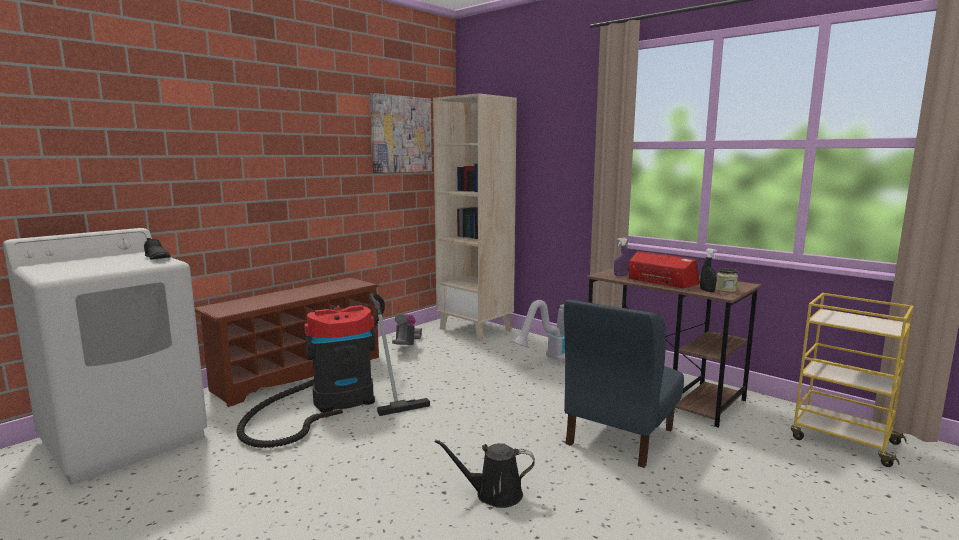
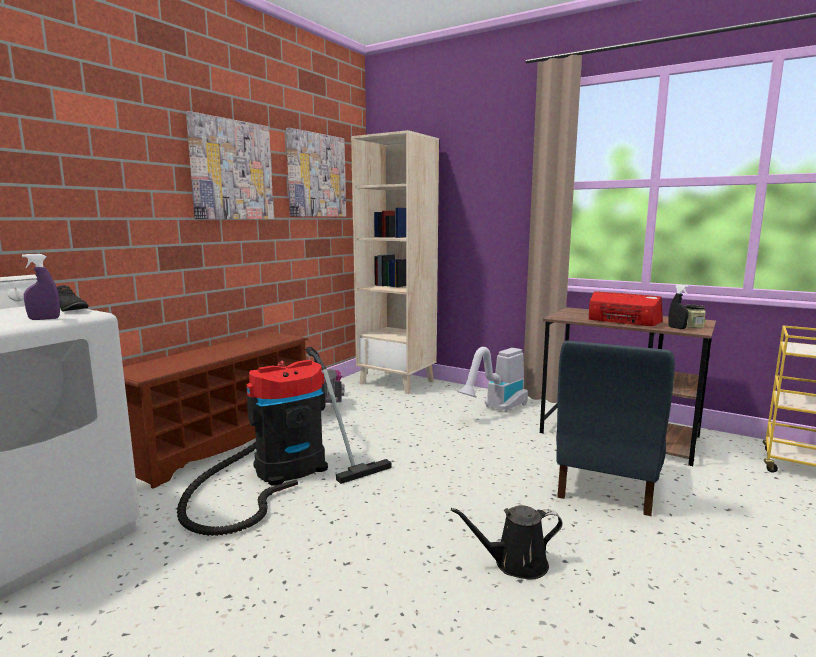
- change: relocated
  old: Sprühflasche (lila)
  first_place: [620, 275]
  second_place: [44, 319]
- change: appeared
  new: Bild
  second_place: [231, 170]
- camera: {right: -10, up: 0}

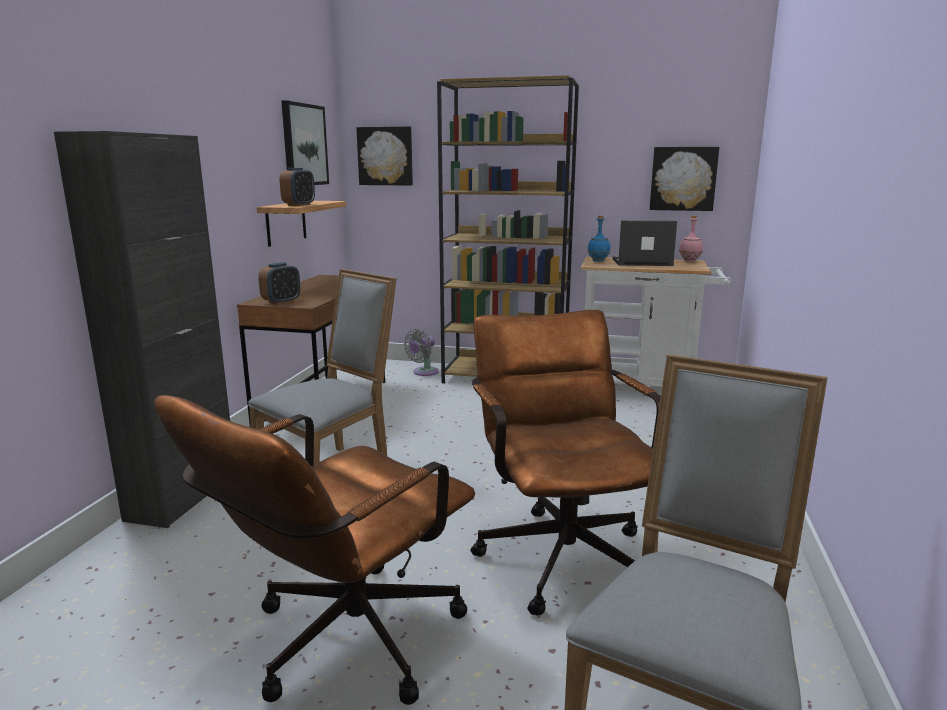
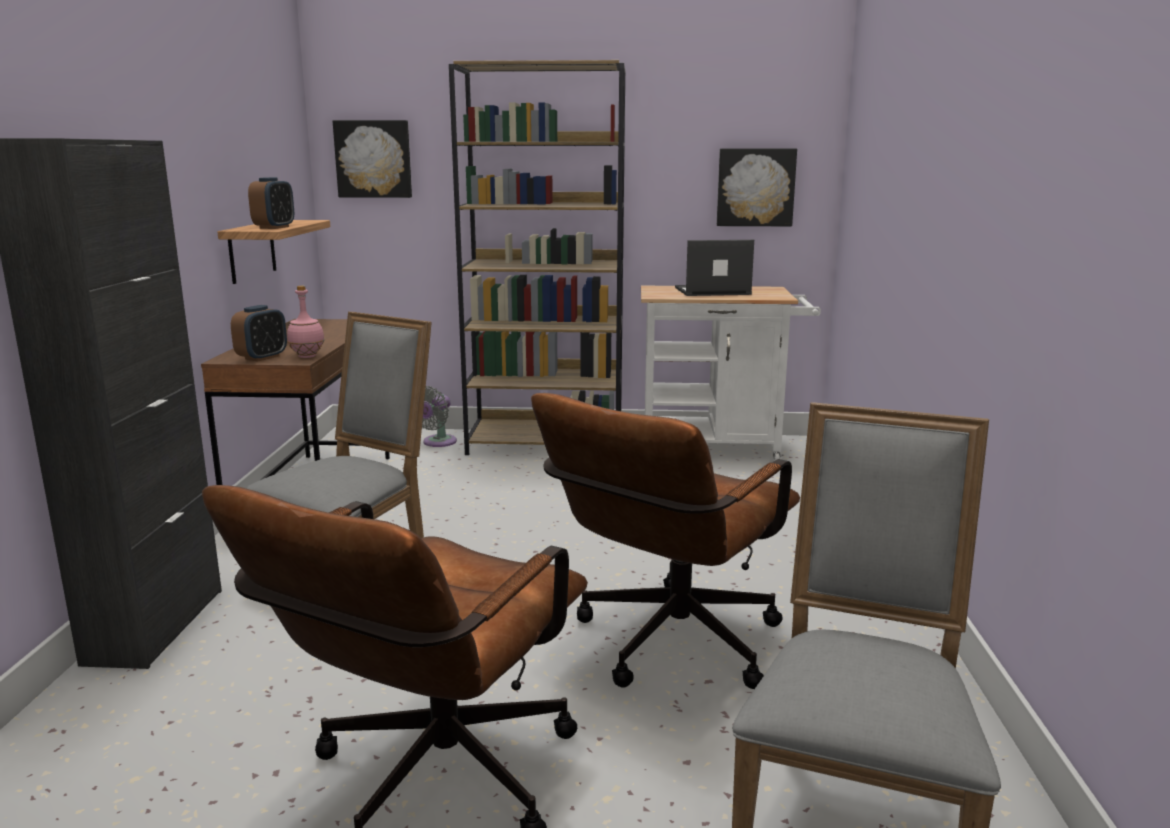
- change: missing
  old: Bild
  first_place: [304, 145]
- change: missing
  old: Flasche (blau)
  first_place: [598, 261]
- change: relocated
  old: Flasche (rosa)
  first_place: [690, 261]
  second_place: [308, 356]
- change: spun
  old: Bürostuhl (braun)
  first_place: [560, 550]
  second_place: [667, 647]
  degrees: -120
- camera: {right: -10, up: 0}

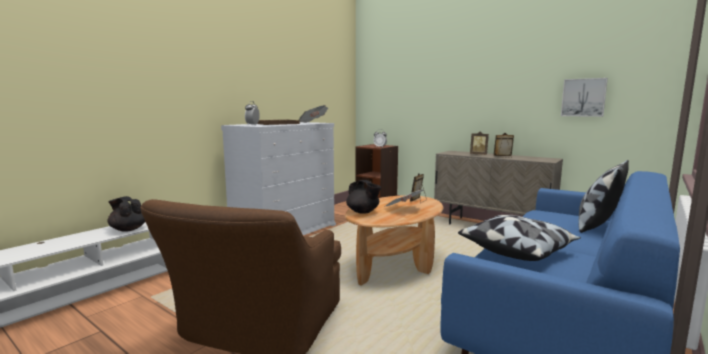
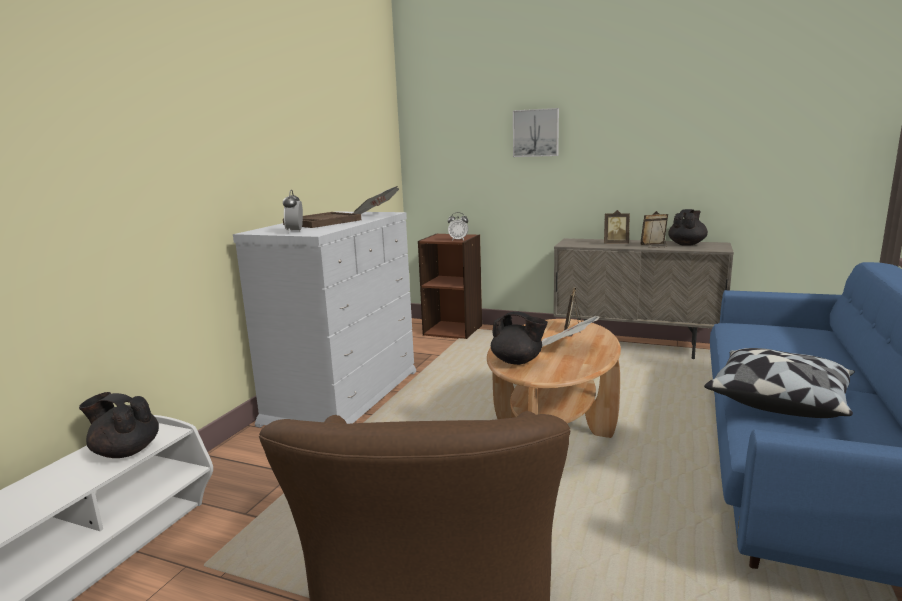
- change: relocated
  old: Bild
  first_place: [583, 97]
  second_place: [536, 133]
- change: missing
  old: Kissen
  first_place: [597, 226]
- change: appeared
  new: Teekanne (schwarz)
  second_place: [687, 244]
- camera: {right: -15, up: 5}

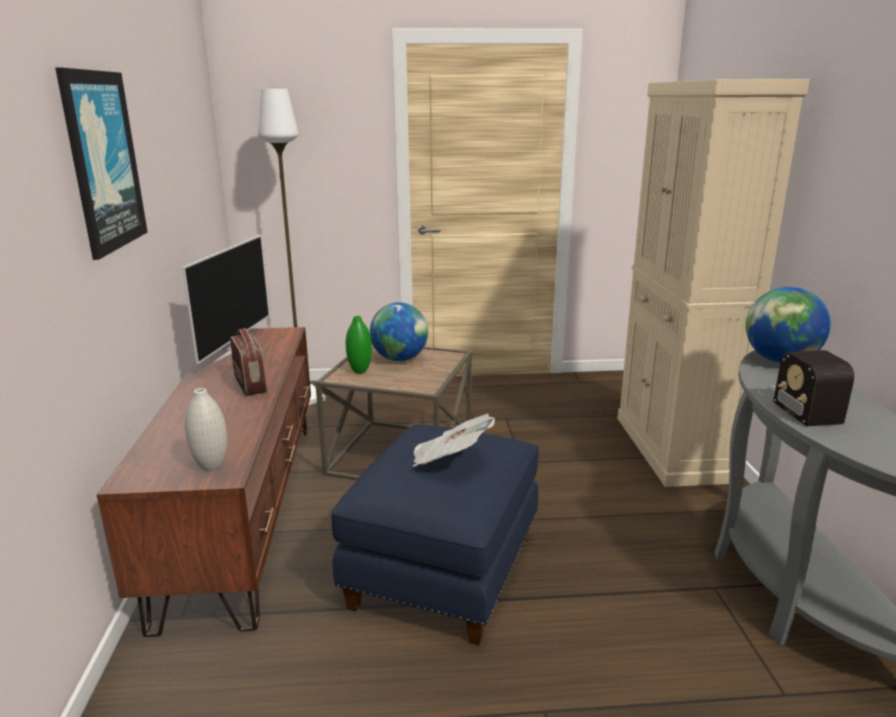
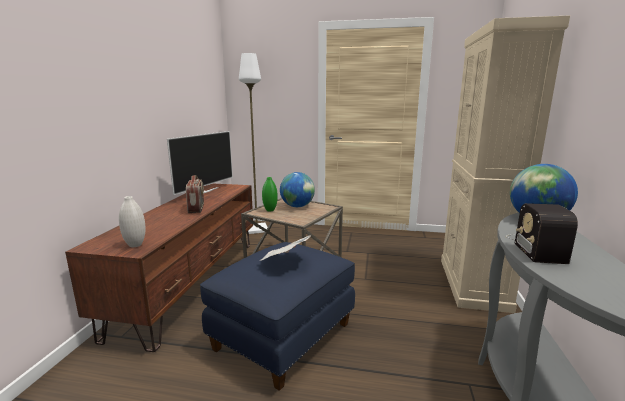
- change: missing
  old: Bild
  first_place: [102, 161]
- camera: {right: 15, up: -5}

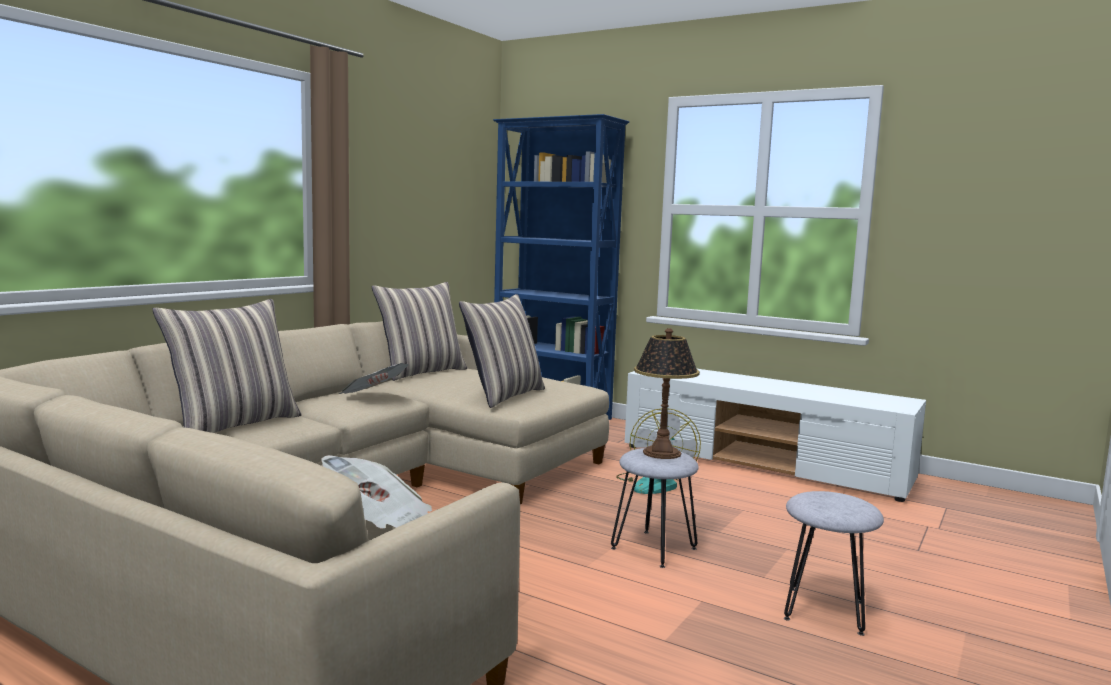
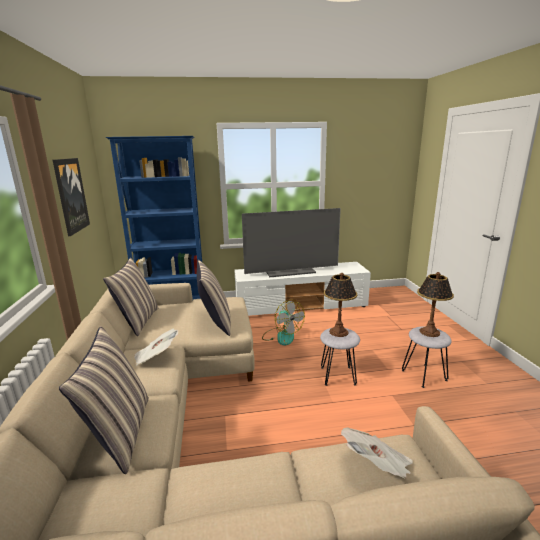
- change: appeared
  new: Bild
  second_place: [70, 195]
- change: appeared
  new: Fernseher
  second_place: [290, 271]
- change: appeared
  new: Tischlampe
  second_place: [429, 332]
- camera: {right: -40, up: 10}

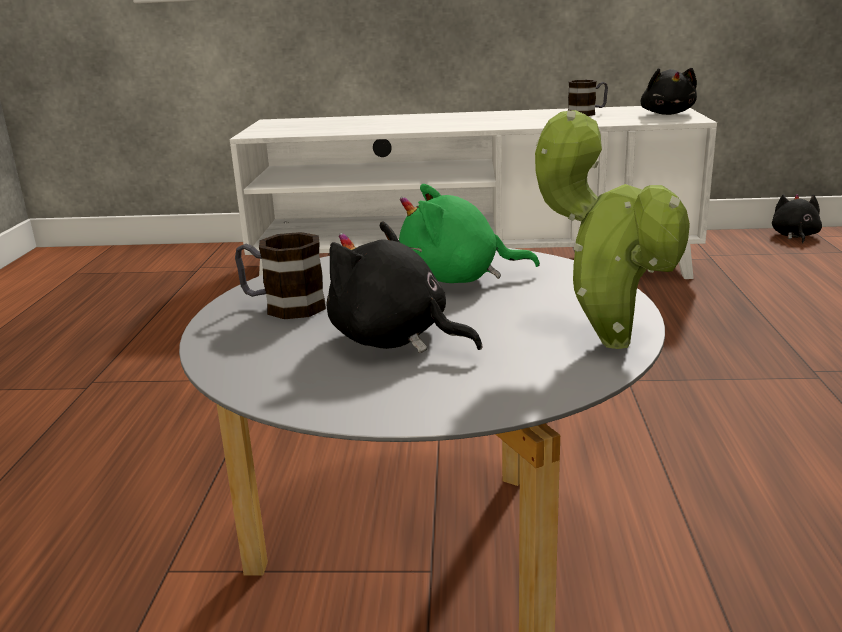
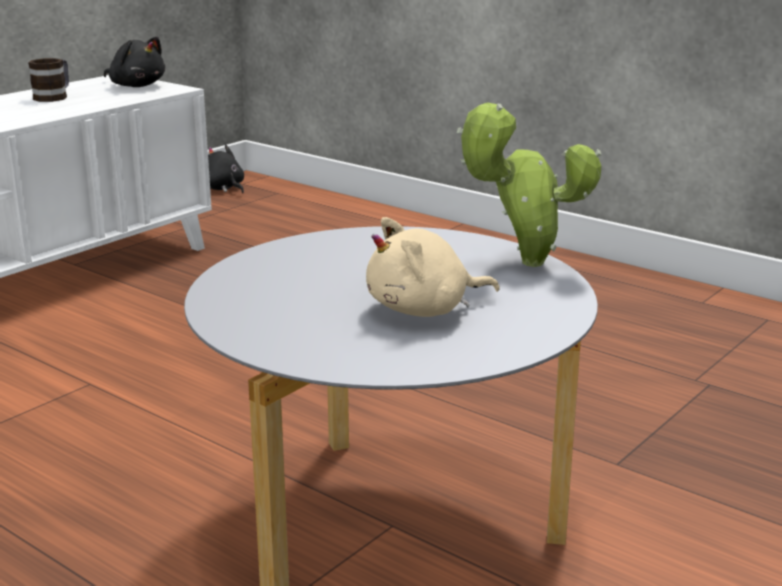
- change: missing
  old: Plüschtier (grün)
  first_place: [457, 278]
- change: colour
  old: Plüschtier (schwarz)
  new: Plüschtier (beige)
  first_place: [395, 340]
  second_place: [424, 310]
- change: missing
  old: Henkelbecher
  first_place: [283, 306]
- camera: {right: -55, up: 0}

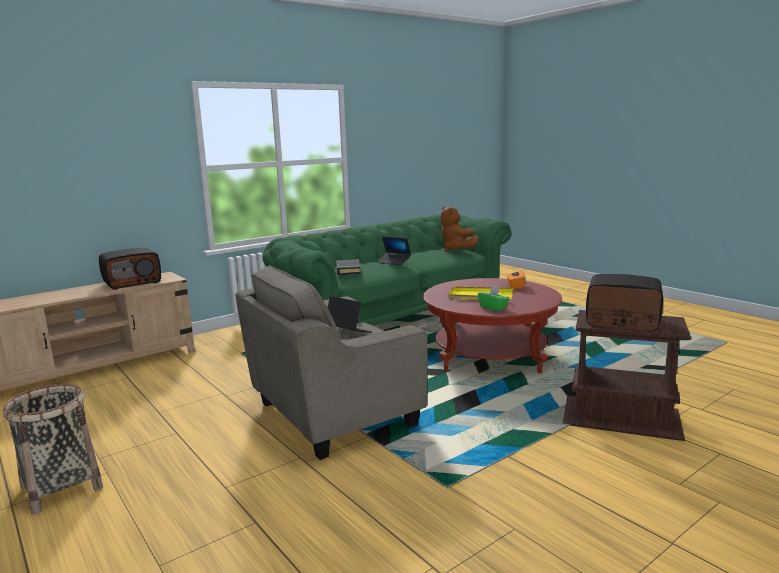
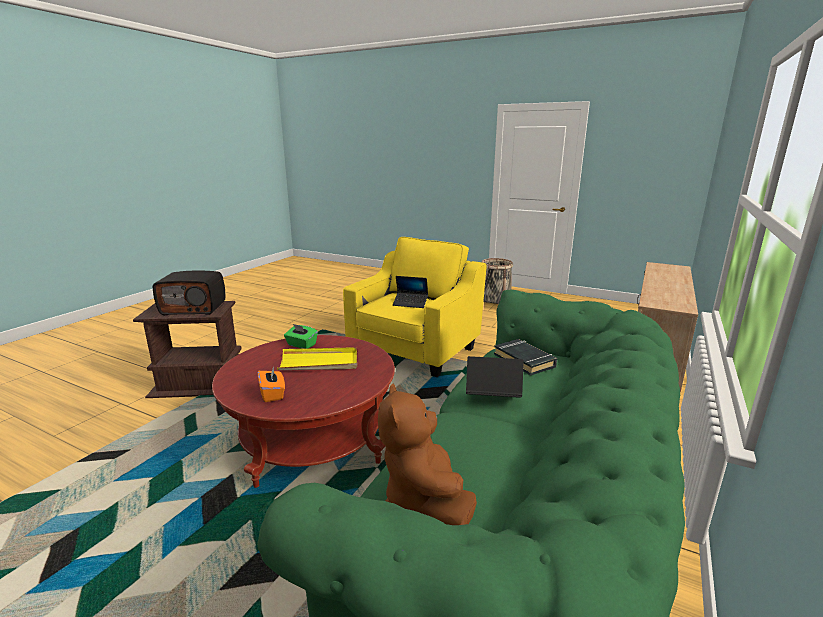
- change: spun
  old: Plüschtier (braun)
  first_place: [455, 250]
  second_place: [424, 501]
  degrees: -135
- change: missing
  old: Radio
  first_place: [132, 282]
- change: colour
  old: Sessel (grau)
  new: Sessel (gelb)
  first_place: [334, 414]
  second_place: [415, 350]
- camera: {right: 155, up: 5}

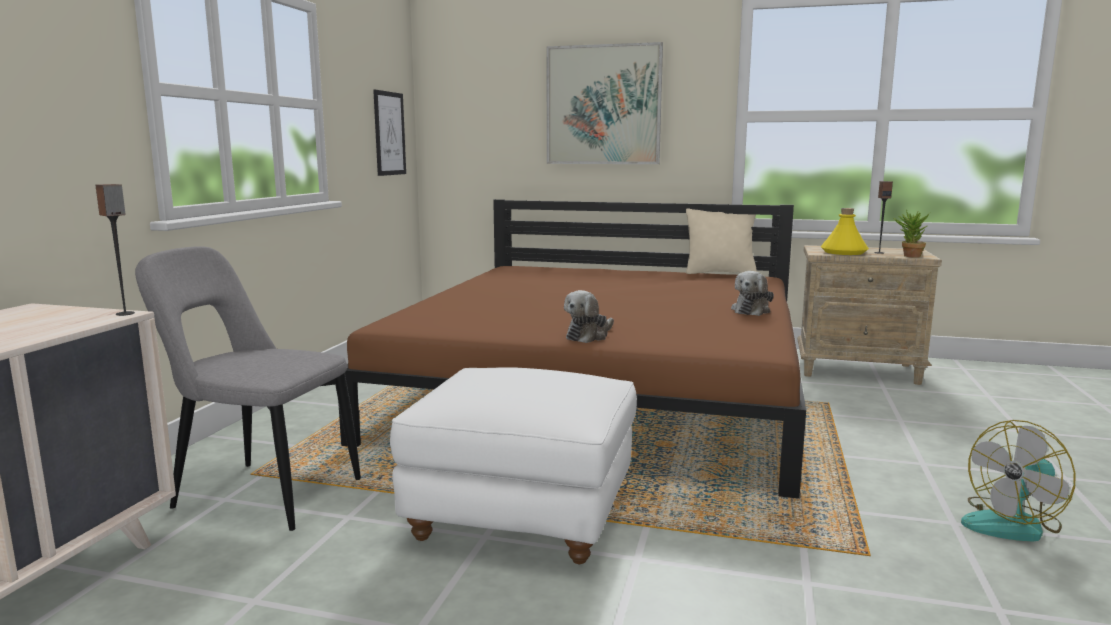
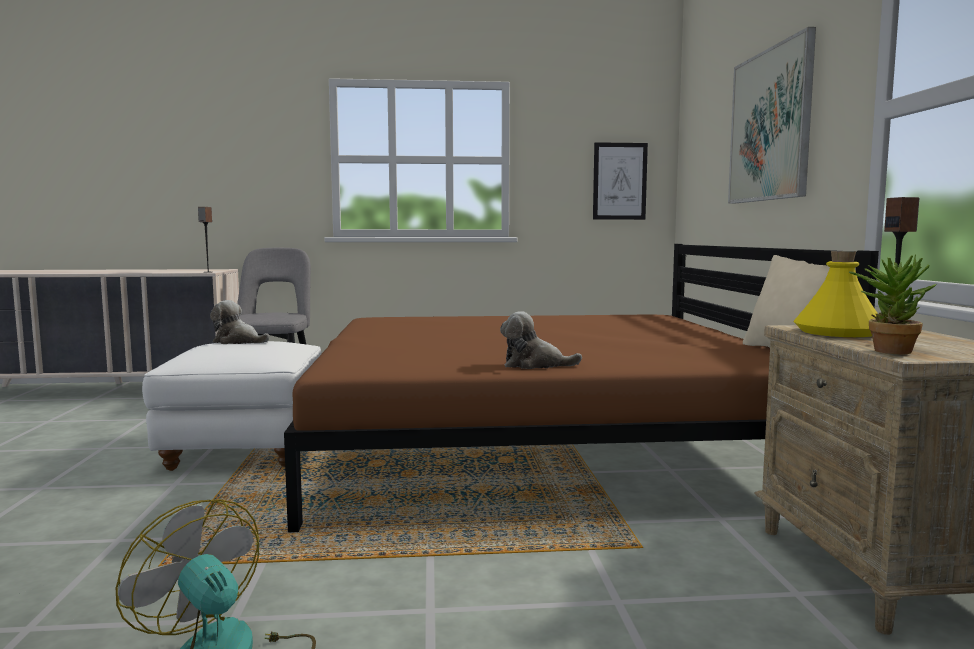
- change: relocated
  old: Plüschtier
  first_place: [589, 336]
  second_place: [238, 342]
- camera: {right: 70, up: -5}

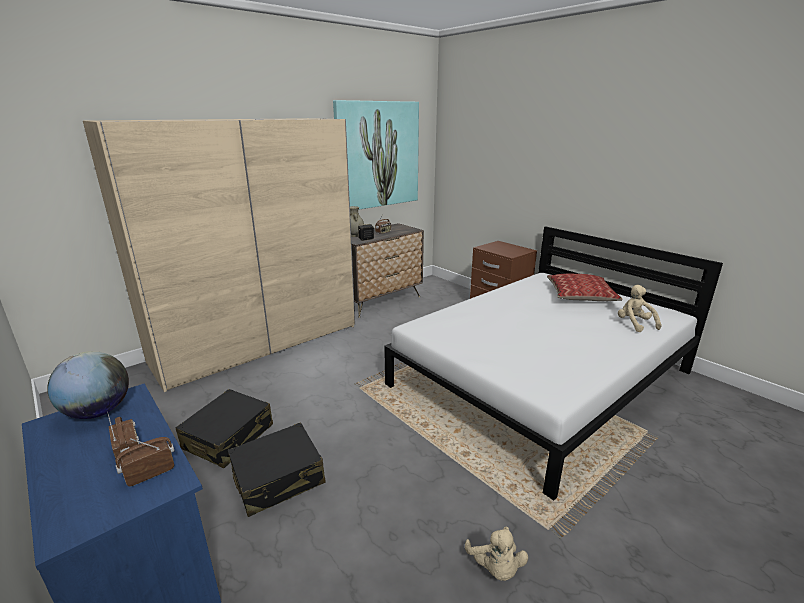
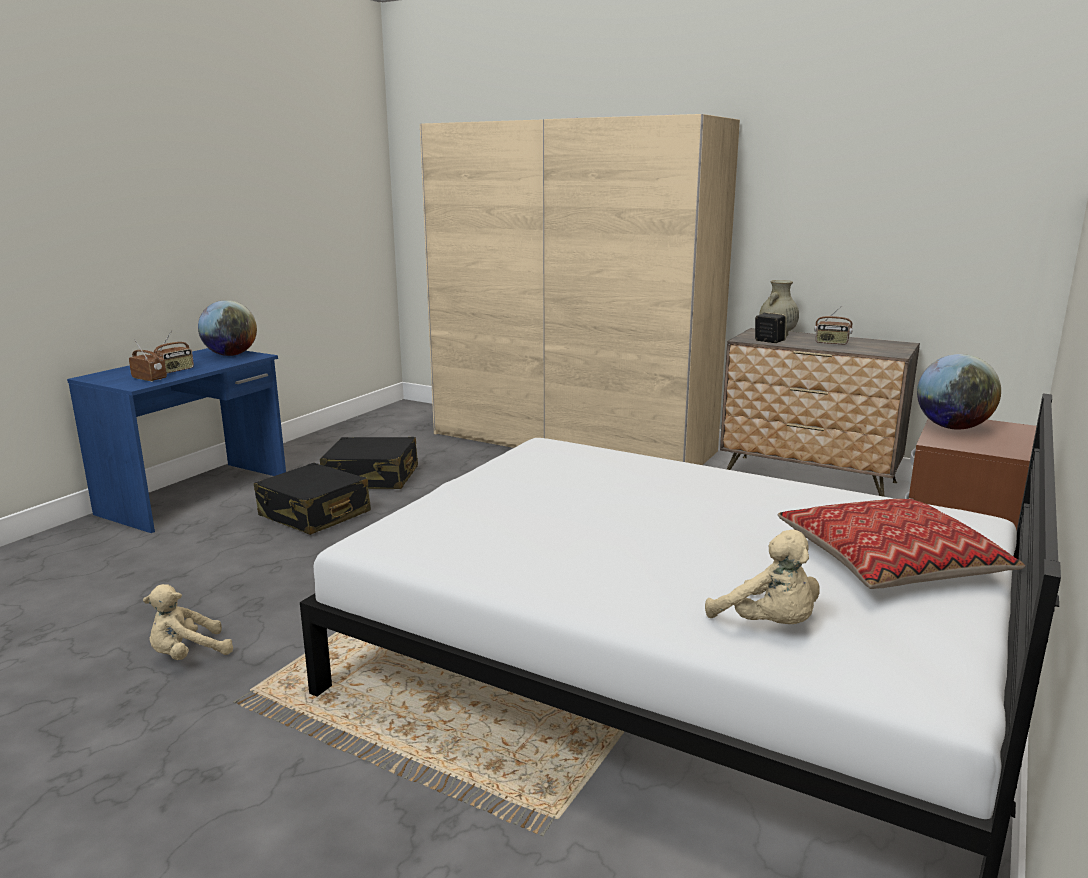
- change: missing
  old: Bild
  first_place: [377, 155]
- change: spun
  old: Plüschtier (beige)
  first_place: [634, 324]
  second_place: [769, 625]
  degrees: 90
- change: appeared
  new: Globus
  second_place: [952, 427]
- camera: {right: 70, up: -5}

